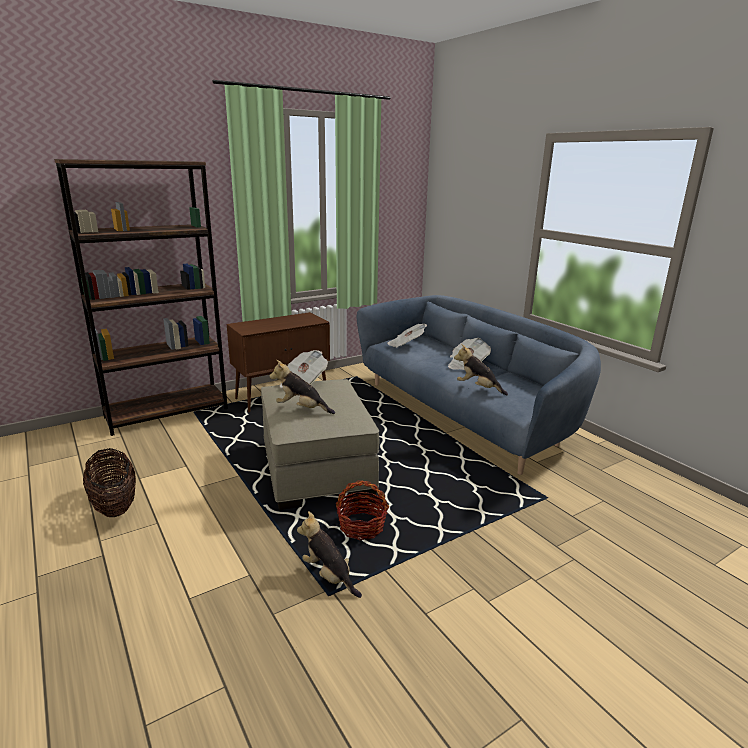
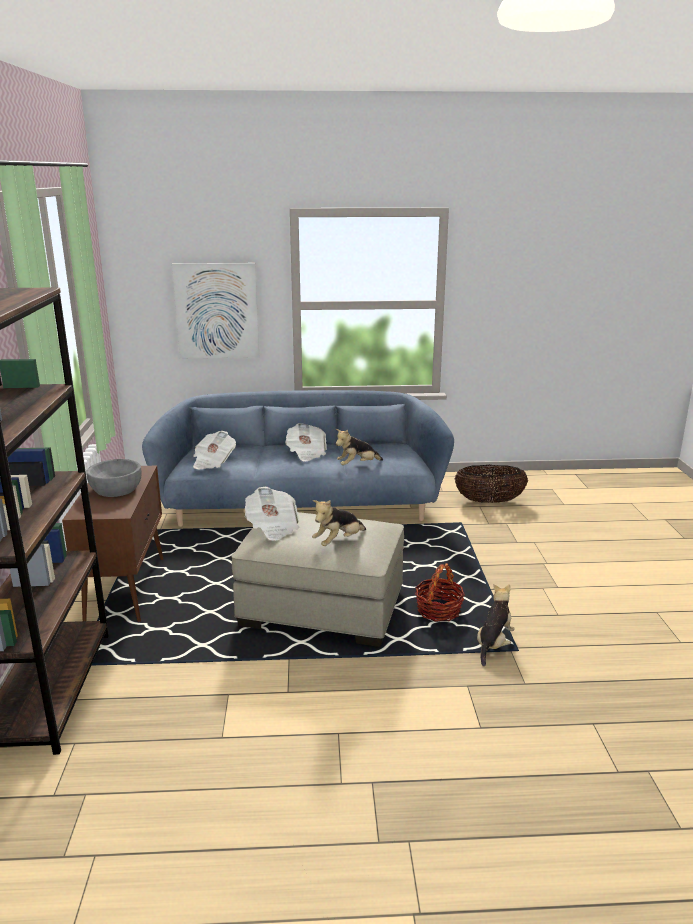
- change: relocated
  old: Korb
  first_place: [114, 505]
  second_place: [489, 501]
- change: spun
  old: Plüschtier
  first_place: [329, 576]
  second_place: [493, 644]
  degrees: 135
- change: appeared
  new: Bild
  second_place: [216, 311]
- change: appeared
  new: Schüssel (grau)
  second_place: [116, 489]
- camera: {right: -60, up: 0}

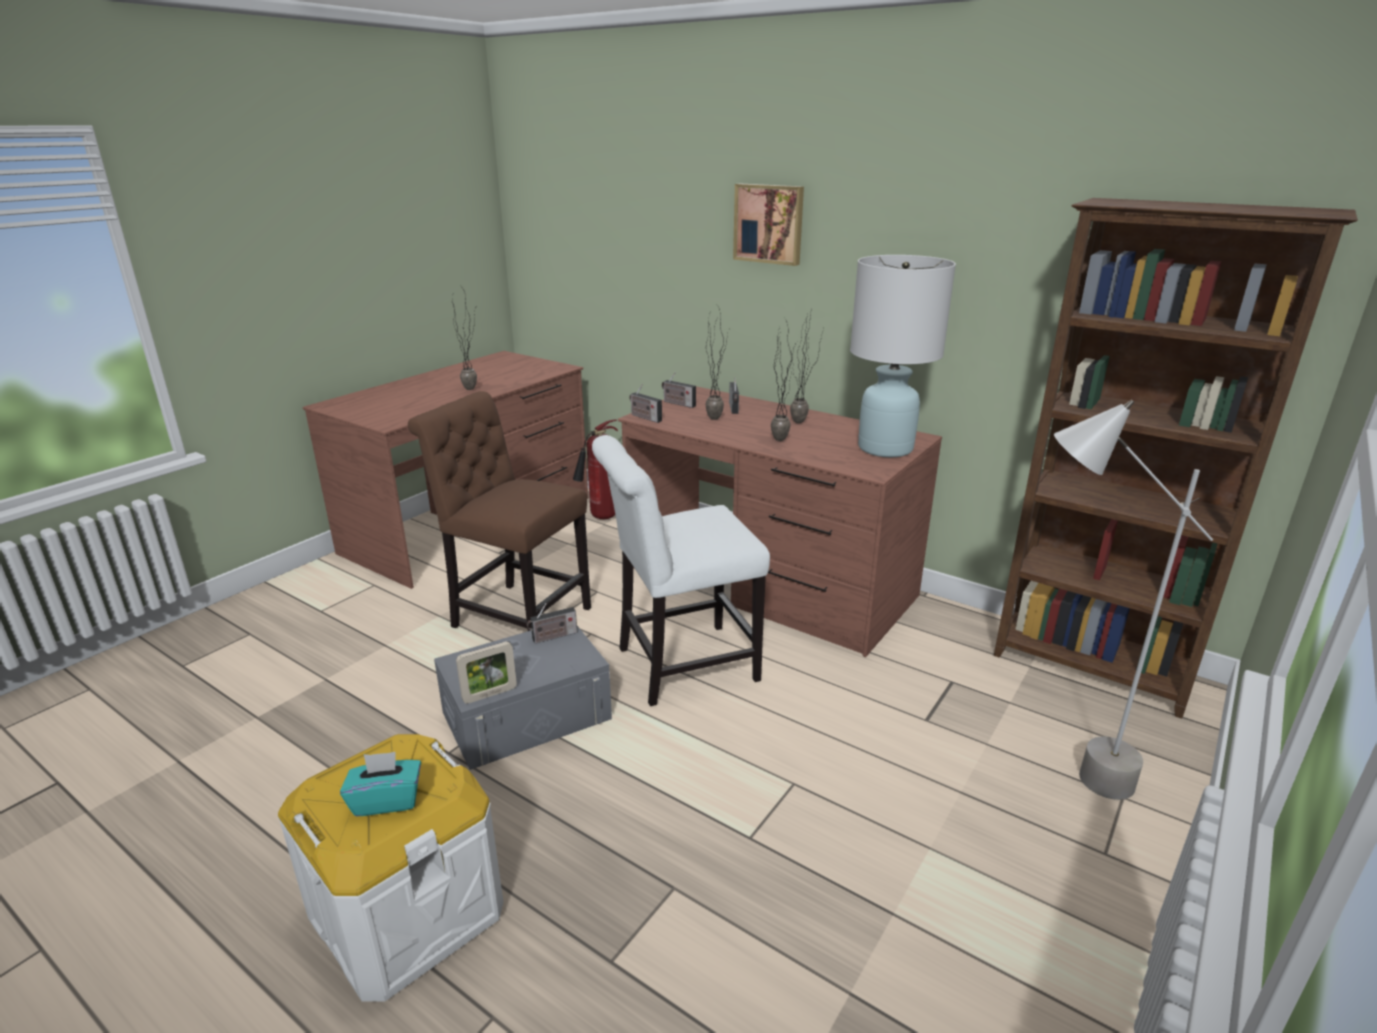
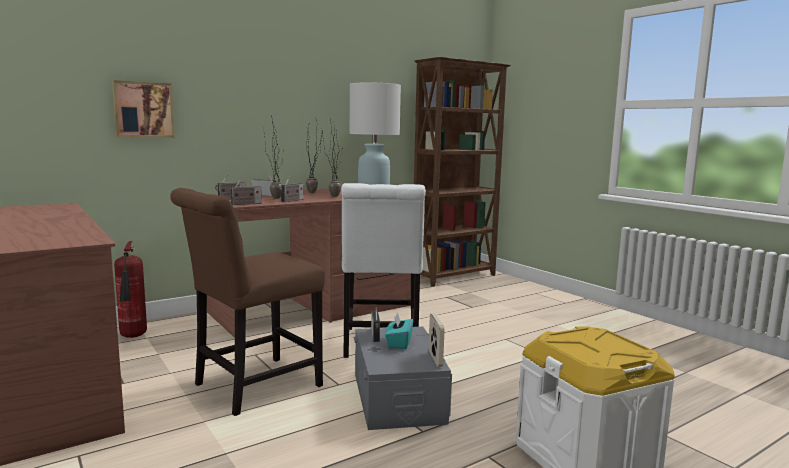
- change: relocated
  old: Bild
  first_place: [769, 223]
  second_place: [143, 110]
- change: missing
  old: Topfpflanze
  first_place: [474, 387]
- change: missing
  old: Stehlampe (grau)
  first_place: [1061, 774]
- change: relocated
  old: Taschentuchbox (türkis)
  first_place: [387, 800]
  second_place: [399, 343]
- change: appeared
  new: Radio
  second_place: [291, 200]
- camera: {right: -70, up: -15}

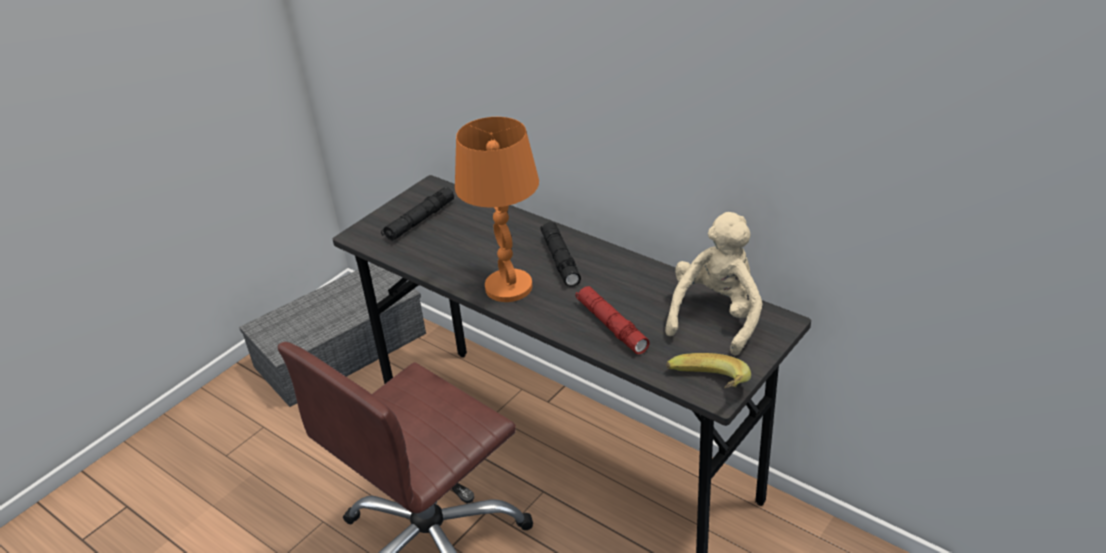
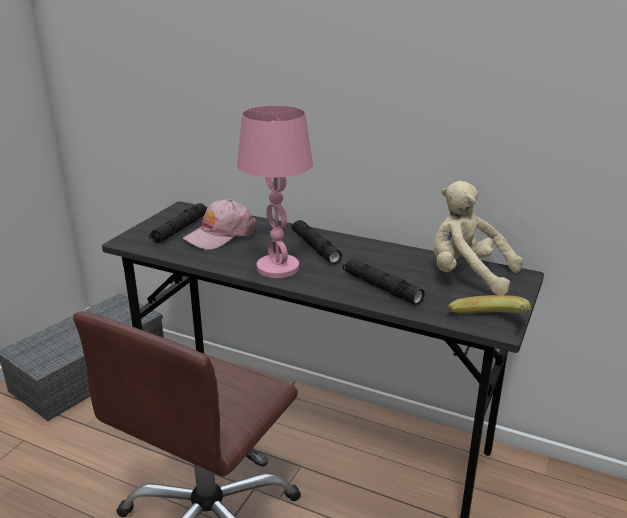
- change: colour
  old: Tischlampe (orange)
  new: Tischlampe (rosa)
  first_place: [509, 287]
  second_place: [278, 268]
- change: spun
  old: Plüschtier (beige)
  first_place: [716, 316]
  second_place: [467, 275]
  degrees: -75
- change: colour
  old: Taschenlampe (rot)
  new: Taschenlampe (schwarz)
  first_place: [611, 325]
  second_place: [381, 287]
- change: appeared
  new: Kappe (rosa)
  second_place: [220, 235]
- camera: {right: -15, up: -10}

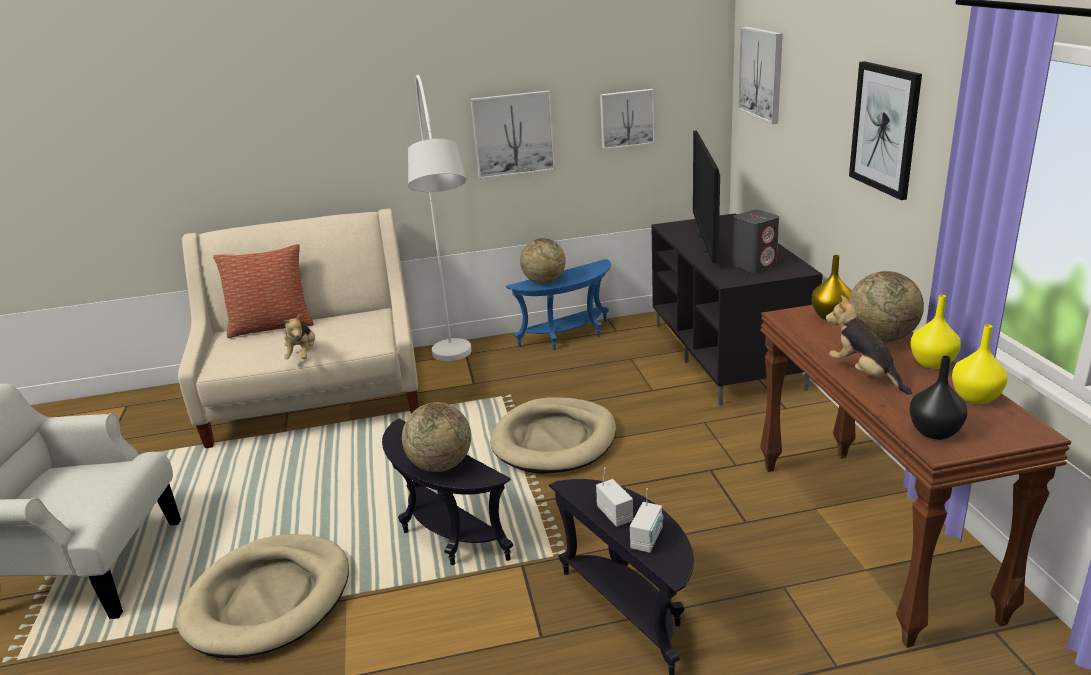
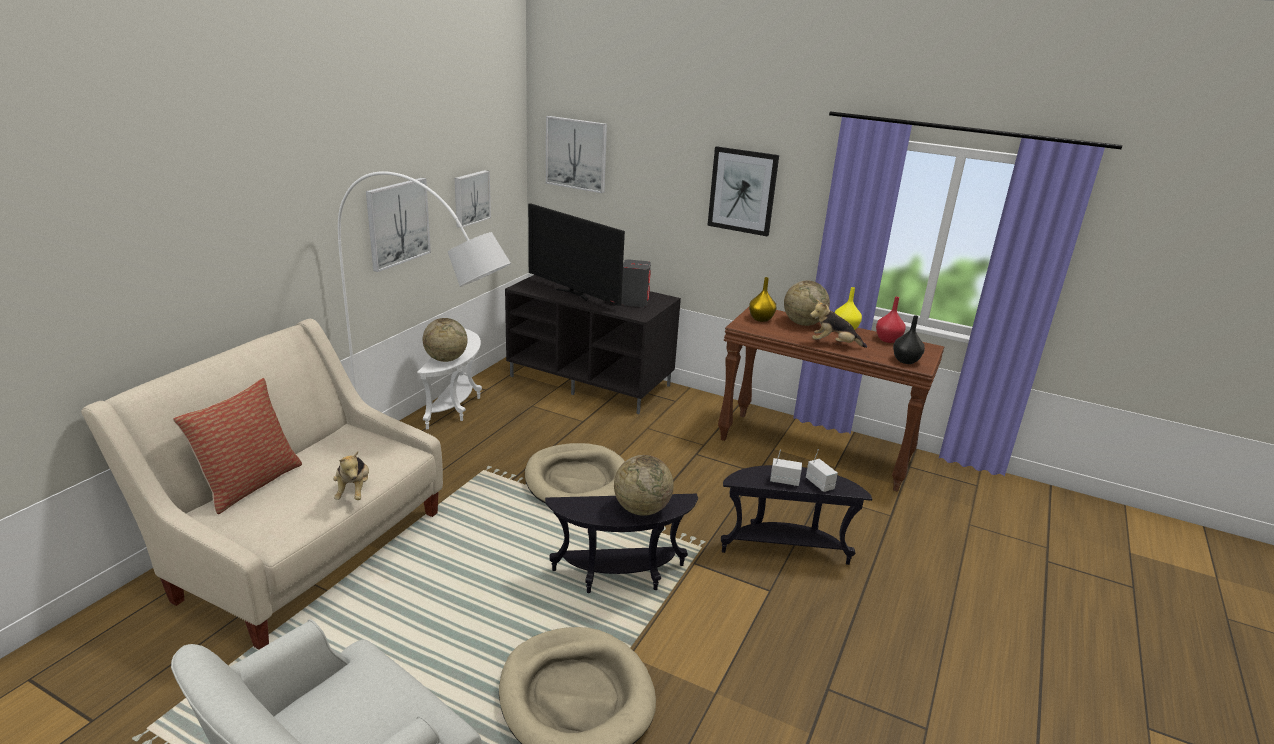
- change: colour
  old: Beistelltisch (blau)
  new: Beistelltisch (weiß)
  first_place: [569, 337]
  second_place: [457, 407]
- change: spun
  old: Plüschtier
  first_place: [303, 355]
  second_place: [354, 491]
  degrees: 45
- change: colour
  old: Vase (gelb)
  new: Vase (rot)
  first_place: [976, 398]
  second_place: [888, 340]
- camera: {right: -55, up: 0}

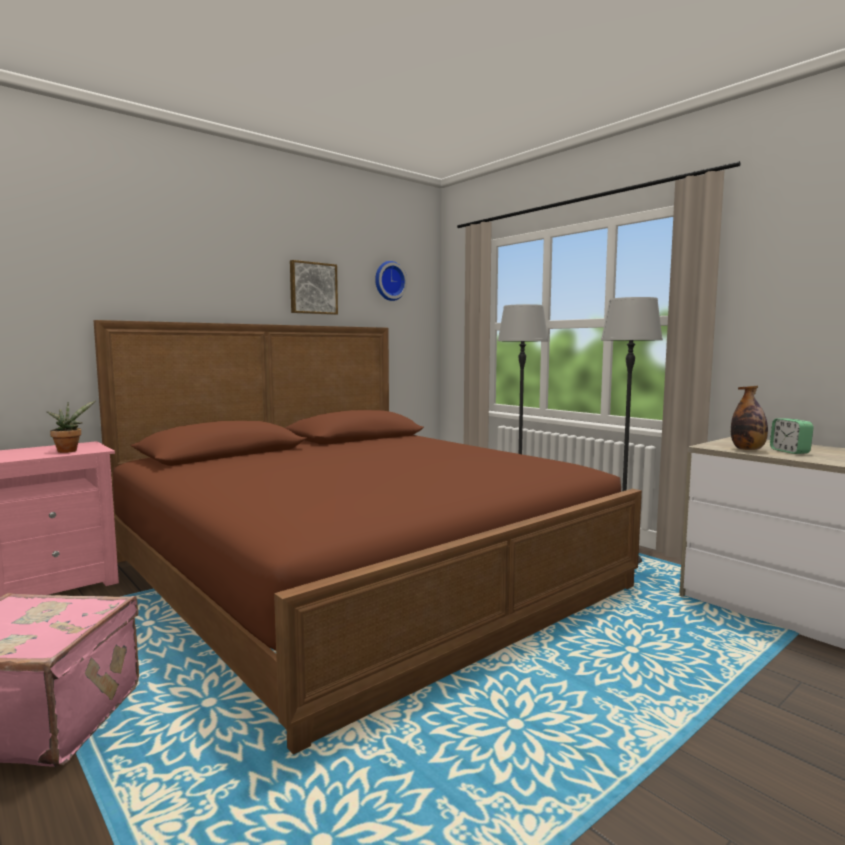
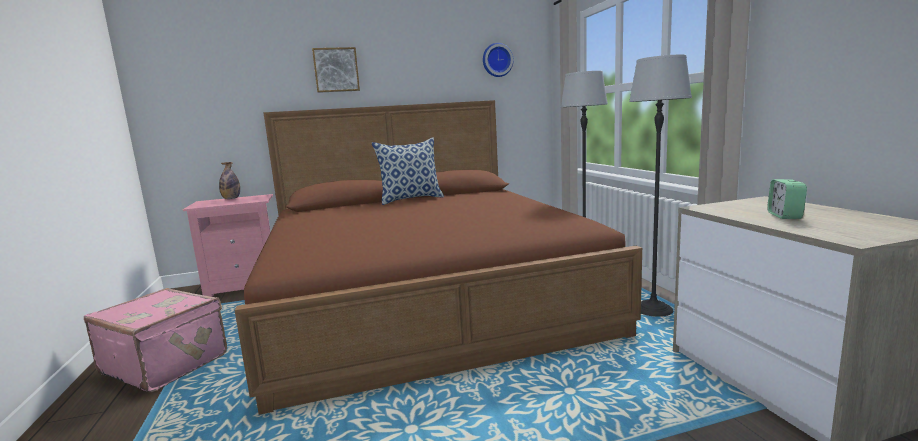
- change: relocated
  old: Bild
  first_place: [313, 288]
  second_place: [336, 70]
- change: relocated
  old: Flasche
  first_place: [748, 449]
  second_place: [231, 199]
- change: missing
  old: Topfpflanze
  first_place: [69, 451]
- change: appeared
  new: Kissen
  second_place: [411, 199]
- camera: {right: 25, up: 5}

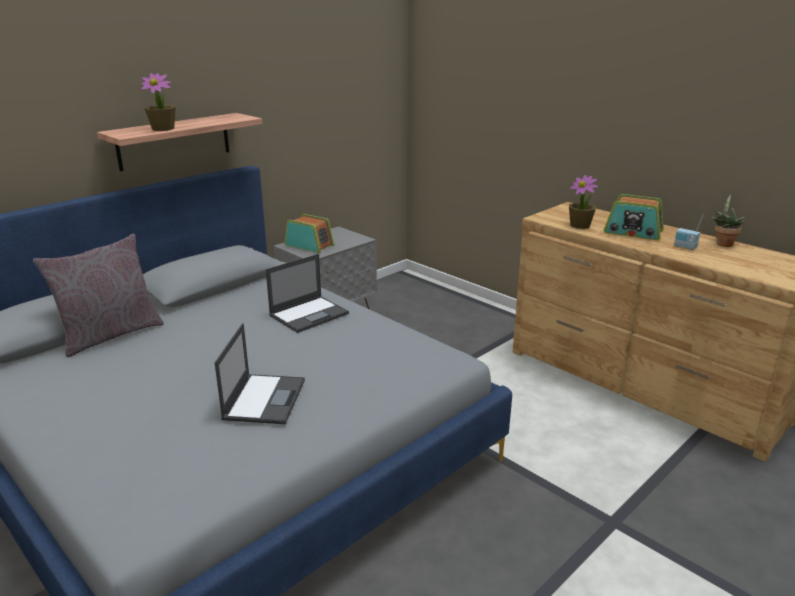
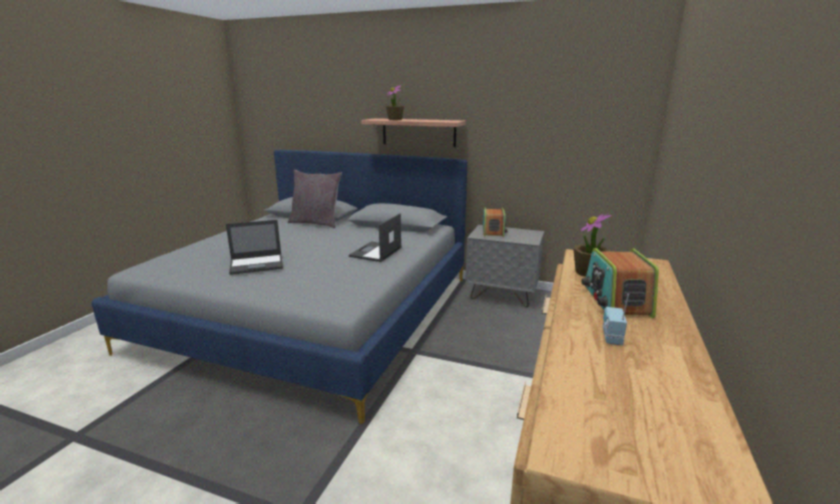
- change: missing
  old: Topfpflanze
  first_place: [722, 243]
- change: spun
  old: Laptop
  first_place: [309, 314]
  second_place: [375, 252]
  degrees: 90
- camera: {right: 65, up: -5}

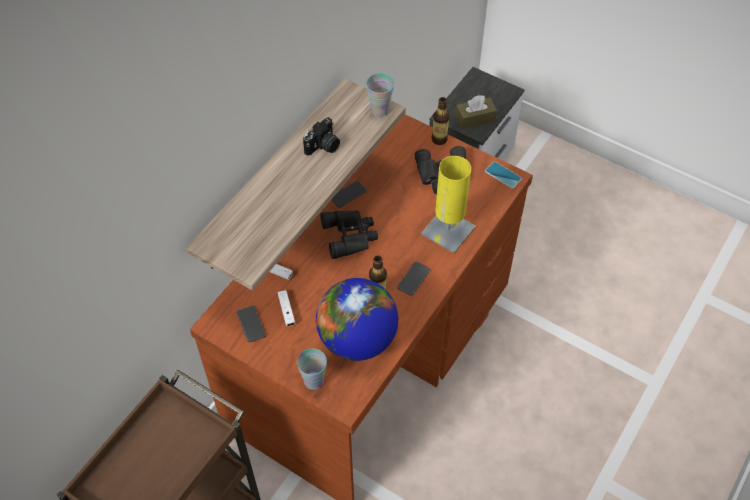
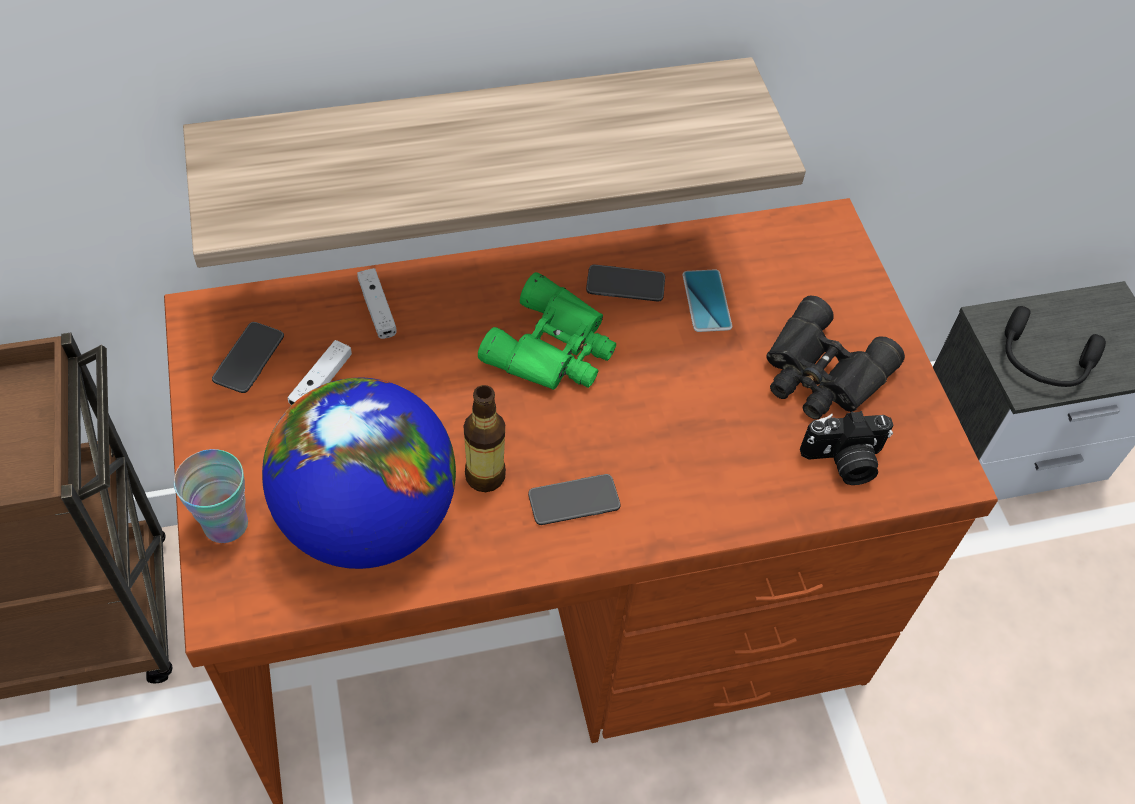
- change: missing
  old: Tasse
  first_place: [380, 110]
- change: exchanged
  old: Taschentuchbox (braun)
  new: Kopfhörer (schwarz)
  first_place: [475, 118]
  second_place: [1042, 362]
- change: missing
  old: Flasche
  first_place: [439, 139]
- change: relocated
  old: Kamera
  first_place: [323, 146]
  second_place: [844, 462]
- change: missing
  old: Tischlampe (gelb)
  first_place: [448, 231]
- change: relocated
  old: Handy
  first_place: [503, 175]
  second_place: [706, 301]
- change: colour
  old: Fernglas (schwarz)
  new: Fernglas (grün)
  first_place: [350, 235]
  second_place: [554, 349]
- camera: {right: 40, up: 0}

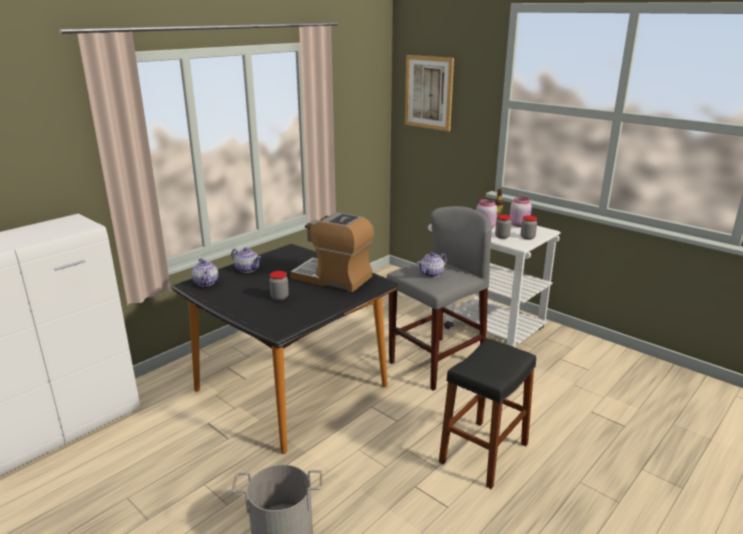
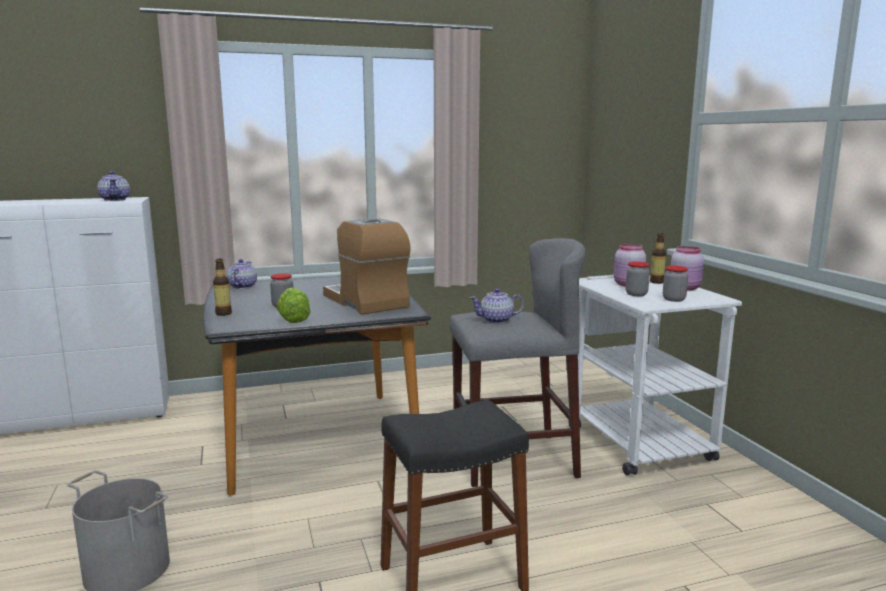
- change: missing
  old: Bild
  first_place: [428, 92]
- change: relocated
  old: Teekanne
  first_place: [247, 269]
  second_place: [115, 199]
- change: appeared
  new: Flasche
  second_place: [223, 313]
- change: appeared
  new: Salatkopf
  second_place: [293, 318]
- camera: {right: 30, up: -10}

